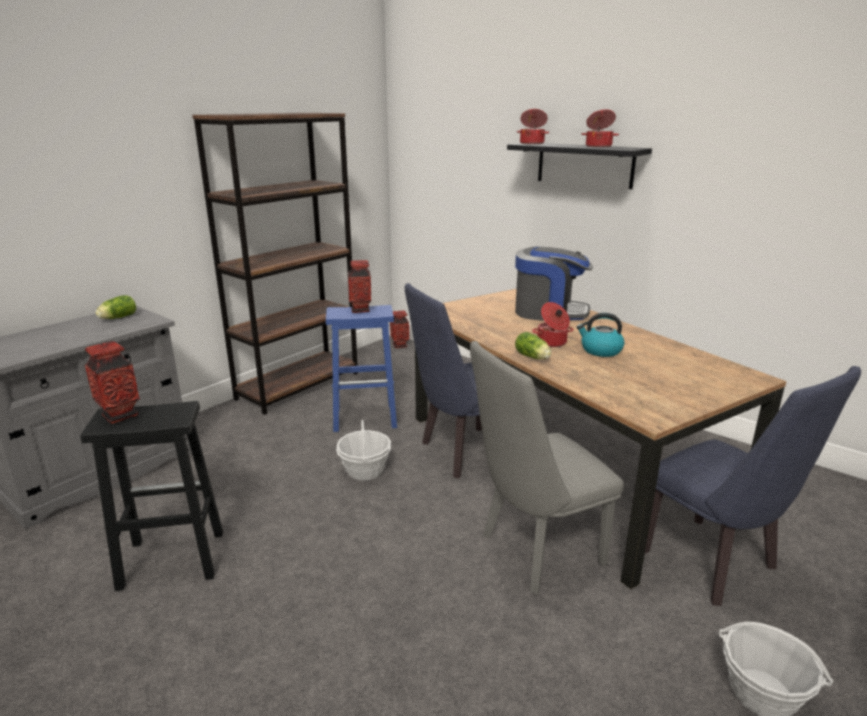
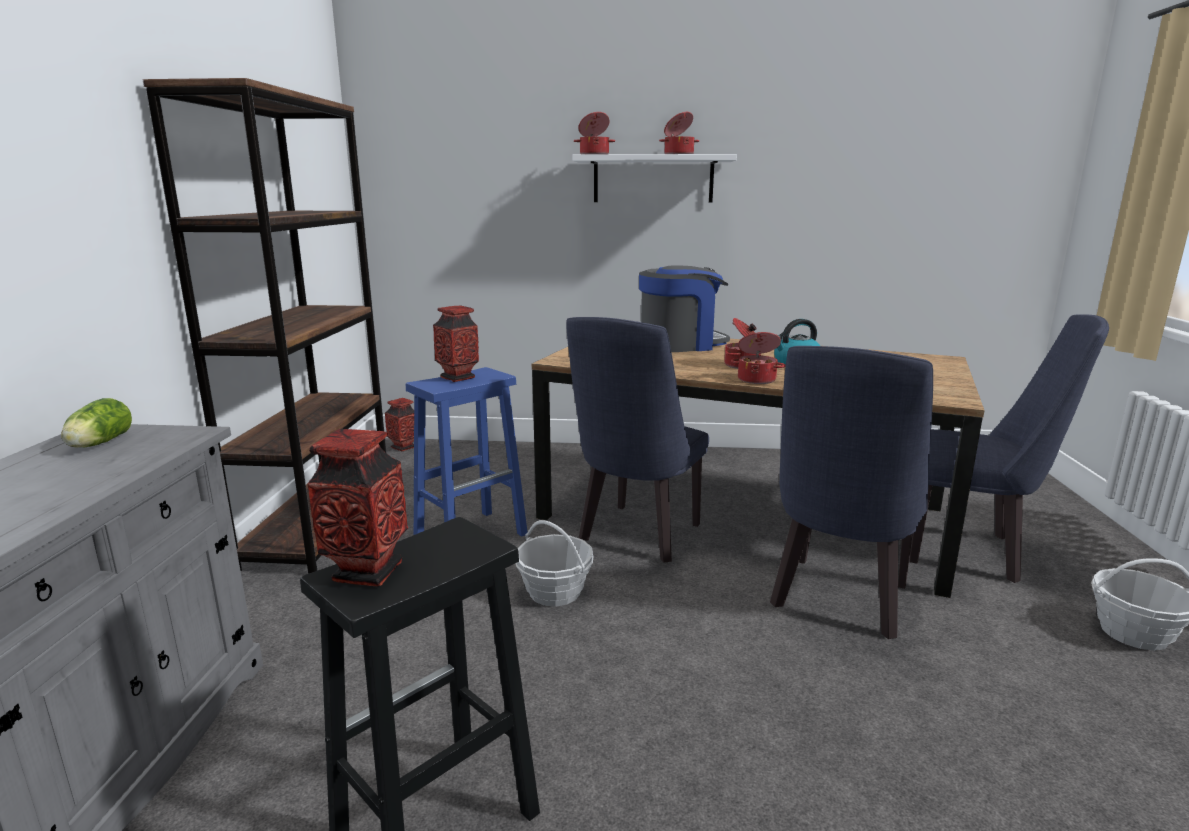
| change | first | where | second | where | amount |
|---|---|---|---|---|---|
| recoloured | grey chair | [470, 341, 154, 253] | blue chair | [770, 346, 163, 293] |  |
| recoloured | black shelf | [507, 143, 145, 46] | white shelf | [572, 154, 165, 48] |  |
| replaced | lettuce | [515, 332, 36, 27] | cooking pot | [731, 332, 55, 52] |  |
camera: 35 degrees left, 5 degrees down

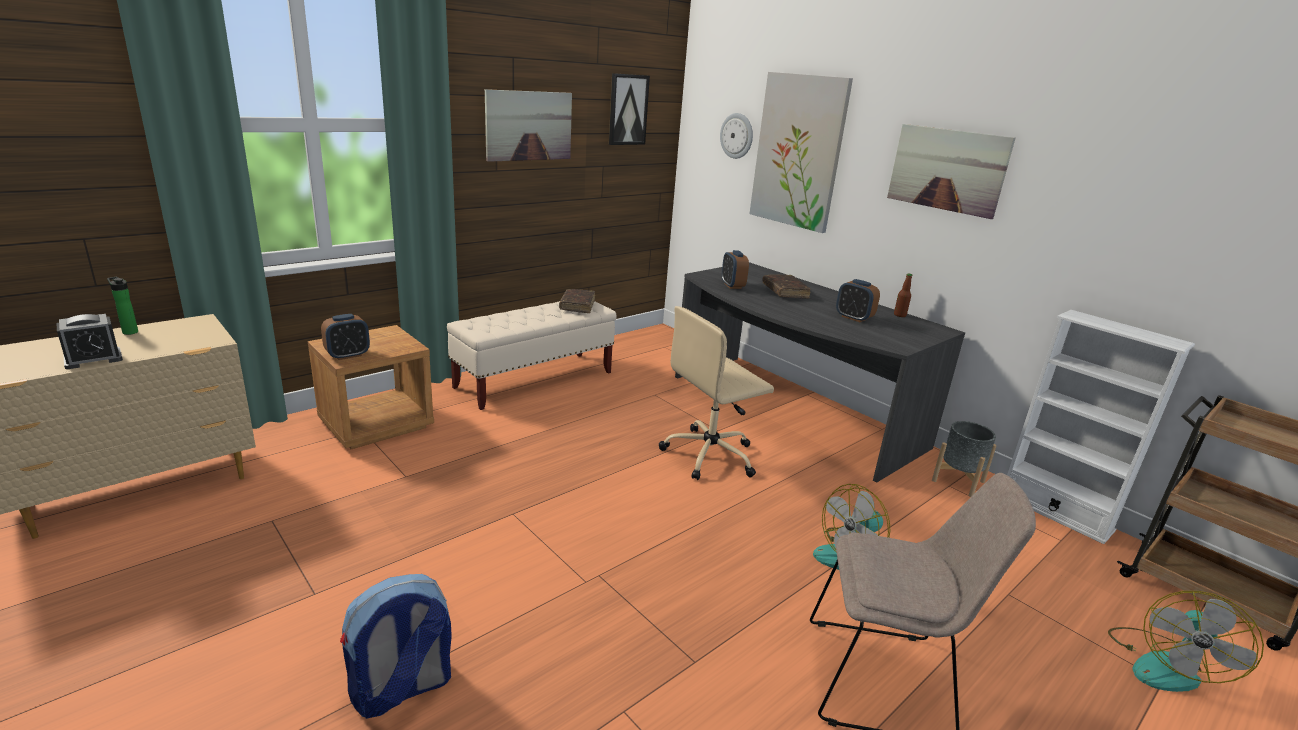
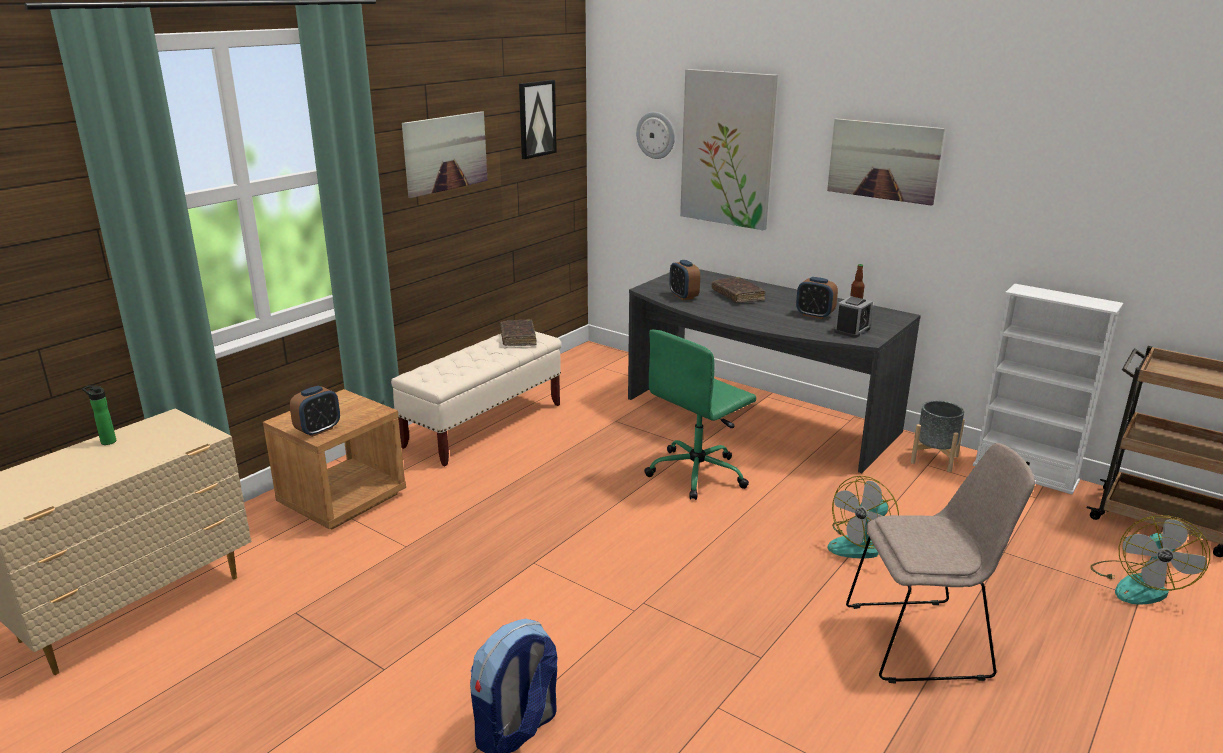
| change | first | where | second | where | amount |
|---|---|---|---|---|---|
| moved | alarm clock | [57, 314, 66, 55] |  | [834, 296, 39, 42] |  |
| recoloured | beige office chair | [659, 306, 115, 174] | green office chair | [644, 330, 112, 170] |  |
camera: 10 degrees left, 0 degrees up

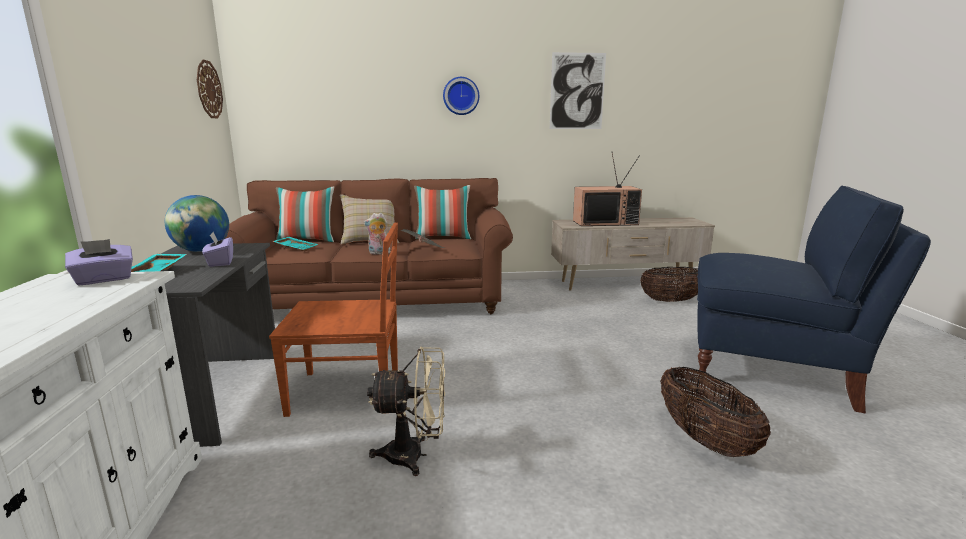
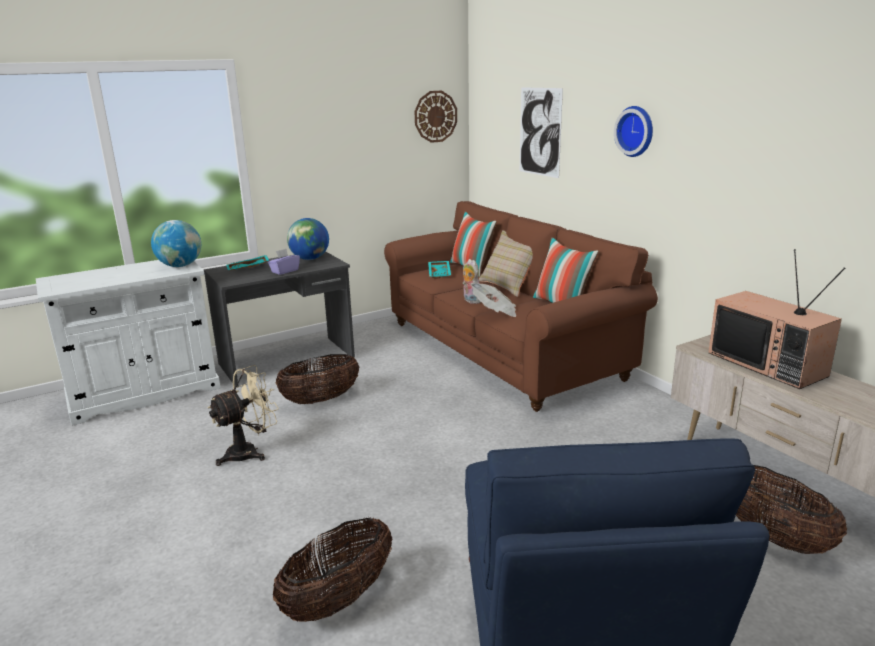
| change | first | where | second | where | amount |
|---|---|---|---|---|---|
| replaced | purple tissue box | [65, 239, 68, 47] | globe | [151, 220, 50, 47] |  |
| replaced | brown chair | [269, 223, 129, 194] | basket | [275, 354, 84, 50] |  |
| turned | beige fan | [367, 347, 78, 129] |  | [208, 365, 71, 101] | 105 degrees counterclockwise |
| moved | picture | [550, 52, 56, 77] |  | [520, 87, 43, 91] |  |
camera: 65 degrees right, 5 degrees up

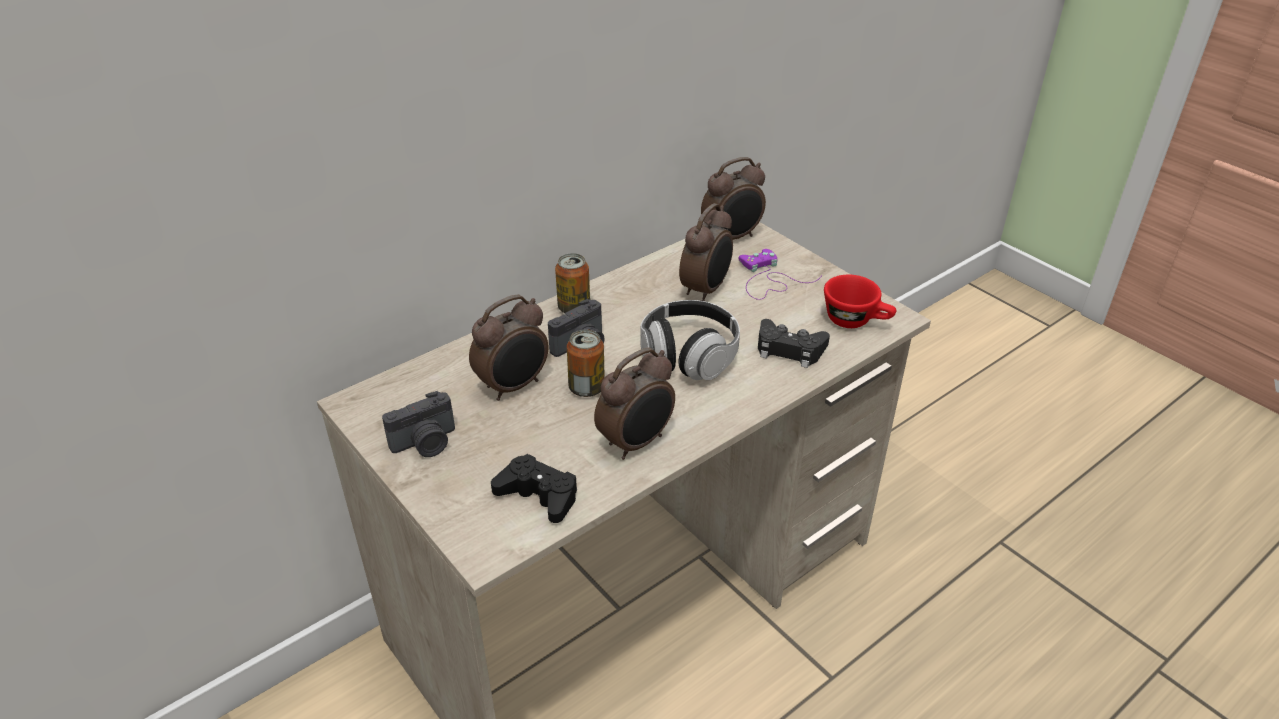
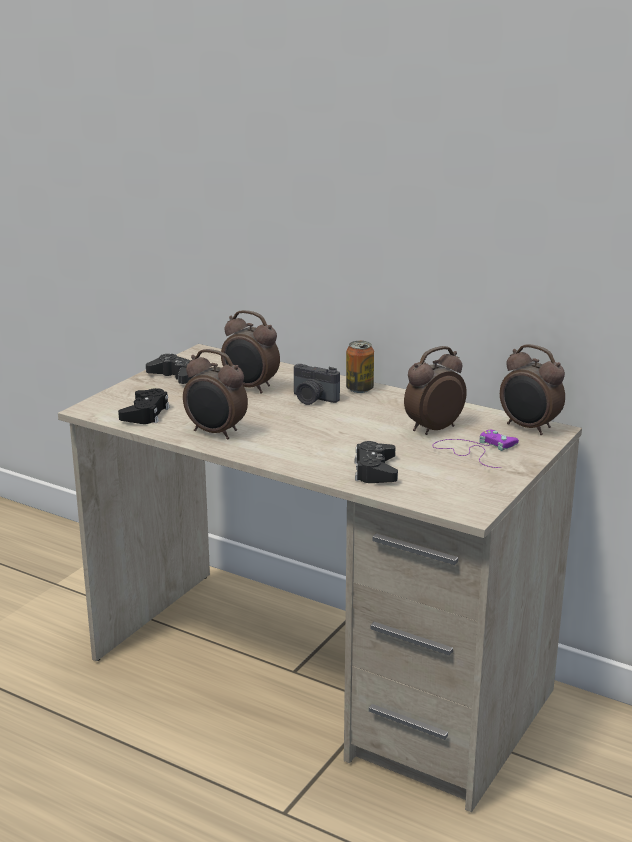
| change | first | where | second | where | amount |
|---|---|---|---|---|---|
| replaced | photo camera | [382, 391, 73, 66] | black game controller | [146, 354, 49, 30] |  |
| removed | can | [567, 330, 38, 67] |  |  |  |
| removed | headphones | [641, 300, 99, 80] |  |  |  |
| turned | alarm clock | [679, 203, 54, 98] |  | [404, 346, 63, 89] | 135 degrees clockwise |
| removed | red cup | [824, 275, 73, 53] |  |  |  |
camera: 70 degrees right, 15 degrees down

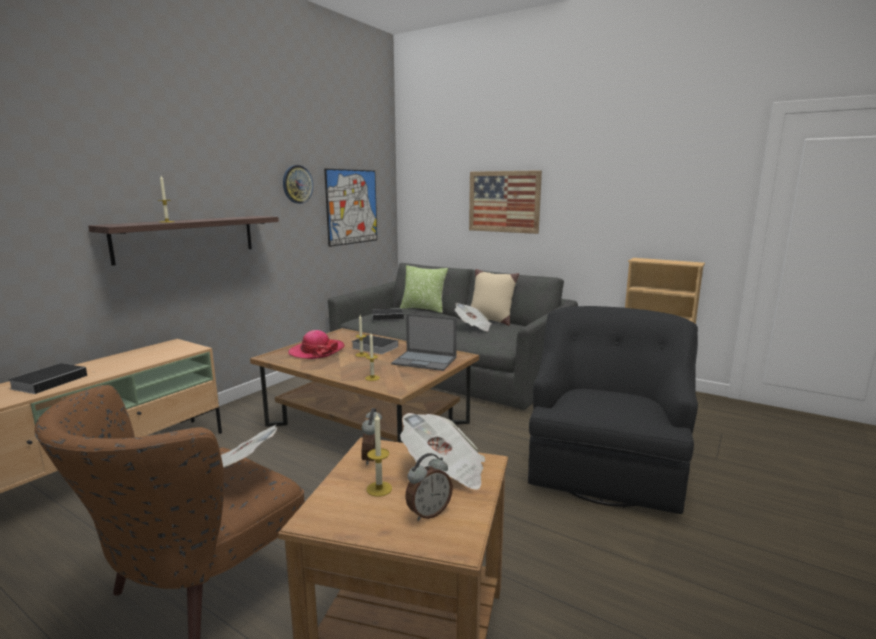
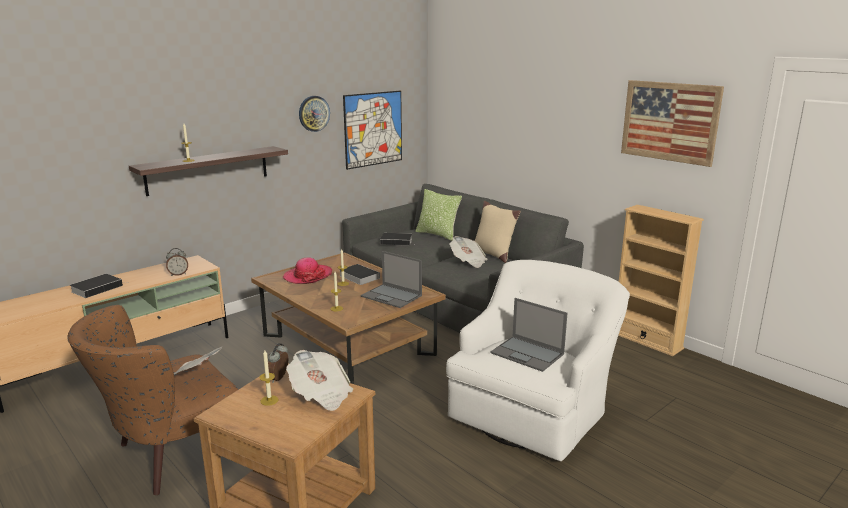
| change | first | where | second | where | amount |
|---|---|---|---|---|---|
| moved | alarm clock | [405, 453, 48, 68] |  | [166, 248, 22, 28] |  |
| moved | picture | [469, 170, 73, 64] |  | [621, 80, 103, 87] |  |
| recoloured | black armchair | [528, 306, 170, 208] | white armchair | [446, 260, 184, 201] |  |
| added |  |  | laptop | [490, 298, 78, 74] |  |
camera: 15 degrees right, 5 degrees up

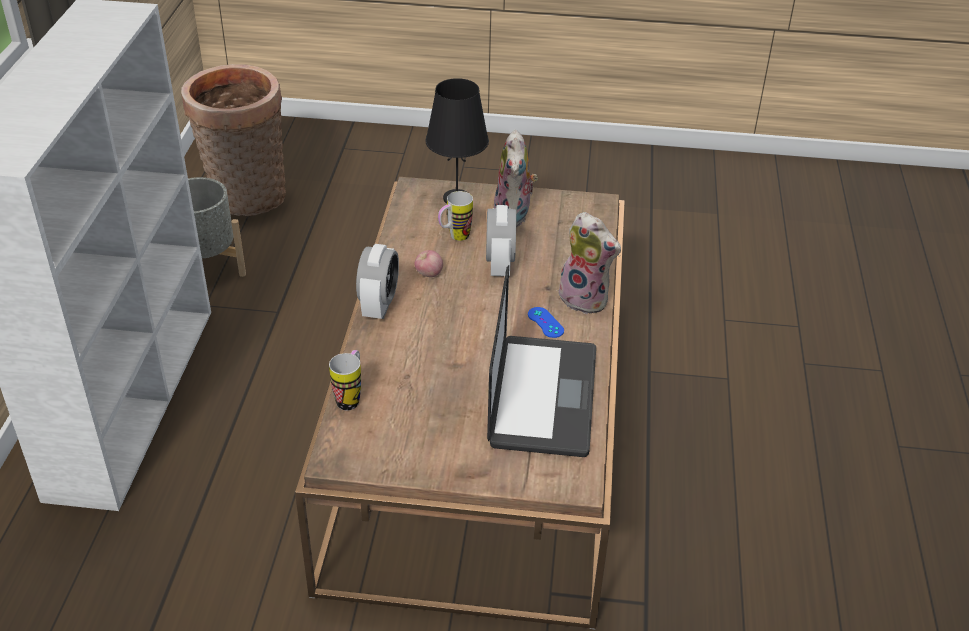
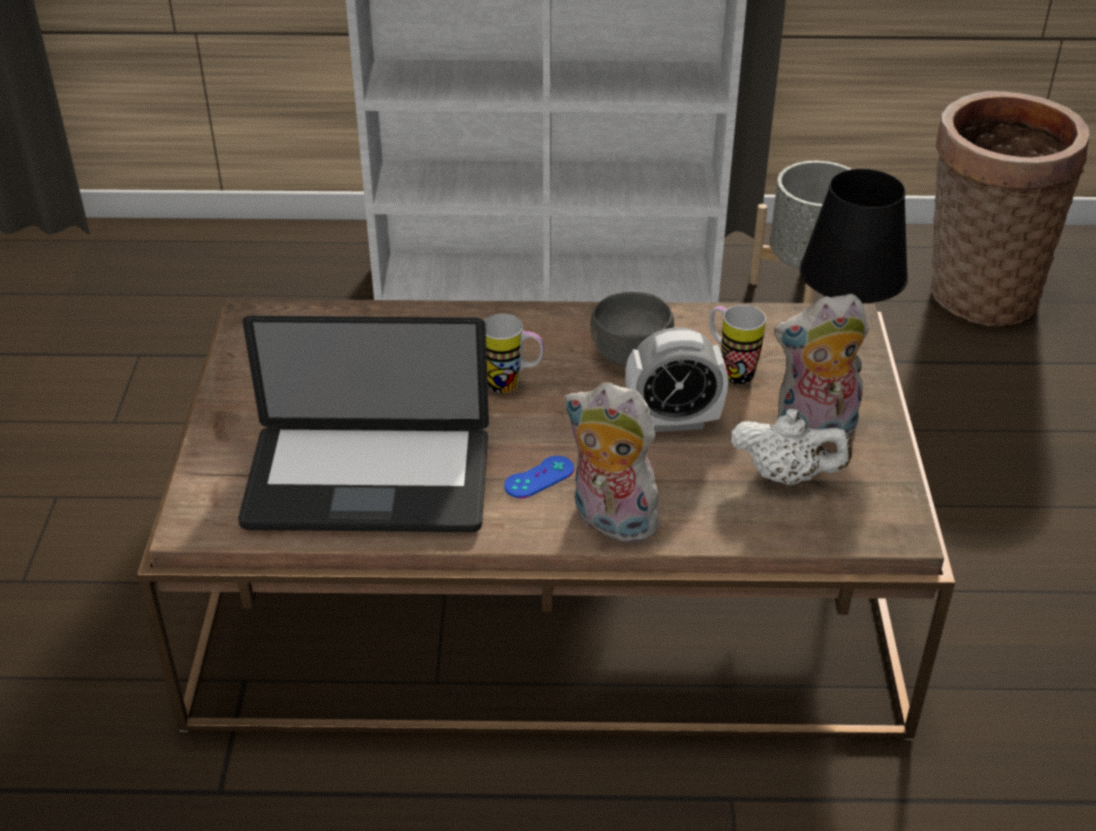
| change | first | where | second | where | amount |
|---|---|---|---|---|---|
| moved | mug | [329, 350, 32, 60] |  | [483, 314, 61, 80] |  |
| removed | alarm clock | [356, 244, 43, 75] |  |  |  |
| replaced | apple | [414, 250, 29, 27] | grey bowl | [590, 292, 84, 74] |  |
| turned | plush toy | [558, 212, 63, 103] |  | [564, 382, 105, 161] | 90 degrees clockwise |
| added |  |  | white teapot | [731, 409, 121, 76] |  |
camera: 85 degrees right, 0 degrees up

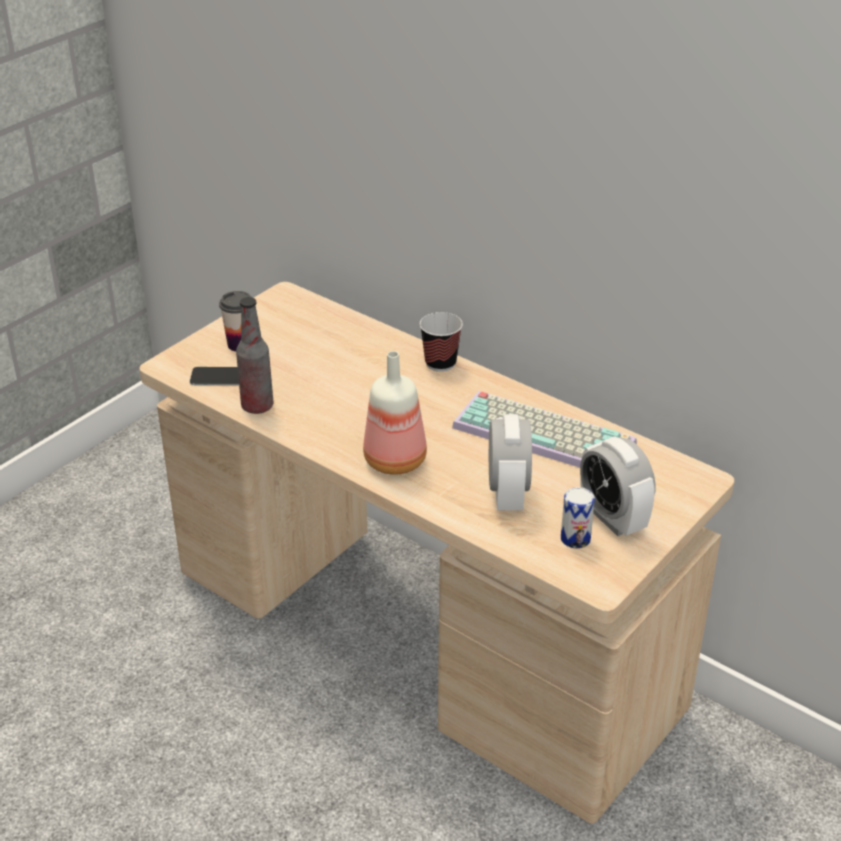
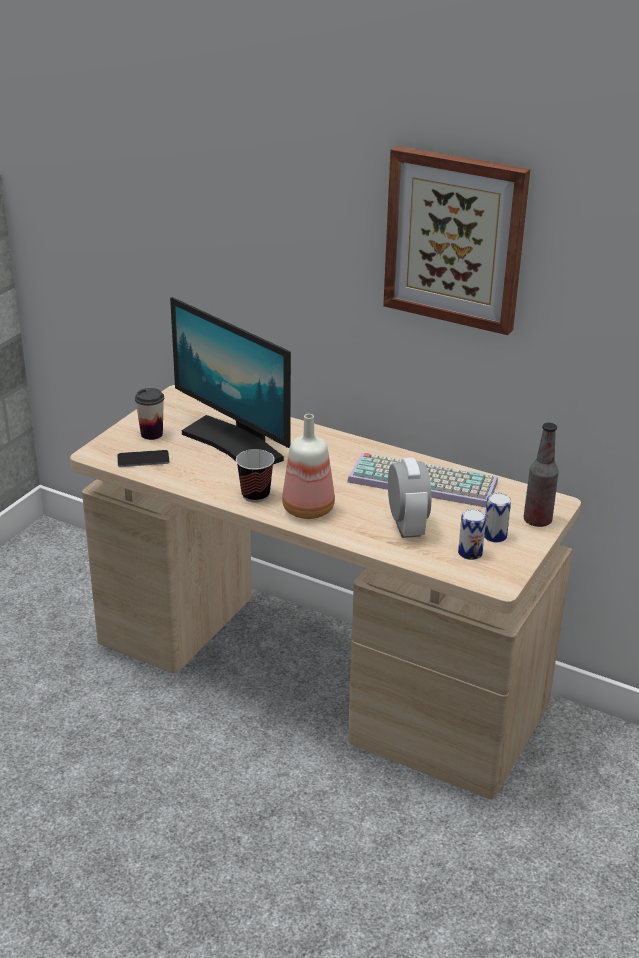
| change | first | where | second | where | amount |
|---|---|---|---|---|---|
| moved | bottle | [236, 297, 37, 117] |  | [524, 423, 35, 104] |  |
| moved | cup | [420, 312, 43, 60] |  | [236, 449, 39, 53] |  |
| replaced | alarm clock | [580, 436, 76, 100] | can | [484, 493, 27, 49] |  |
| added |  |  | monitor | [170, 297, 121, 167] |  |
| added |  |  | picture | [383, 146, 147, 189] |  |
camera: 10 degrees left, 5 degrees down

